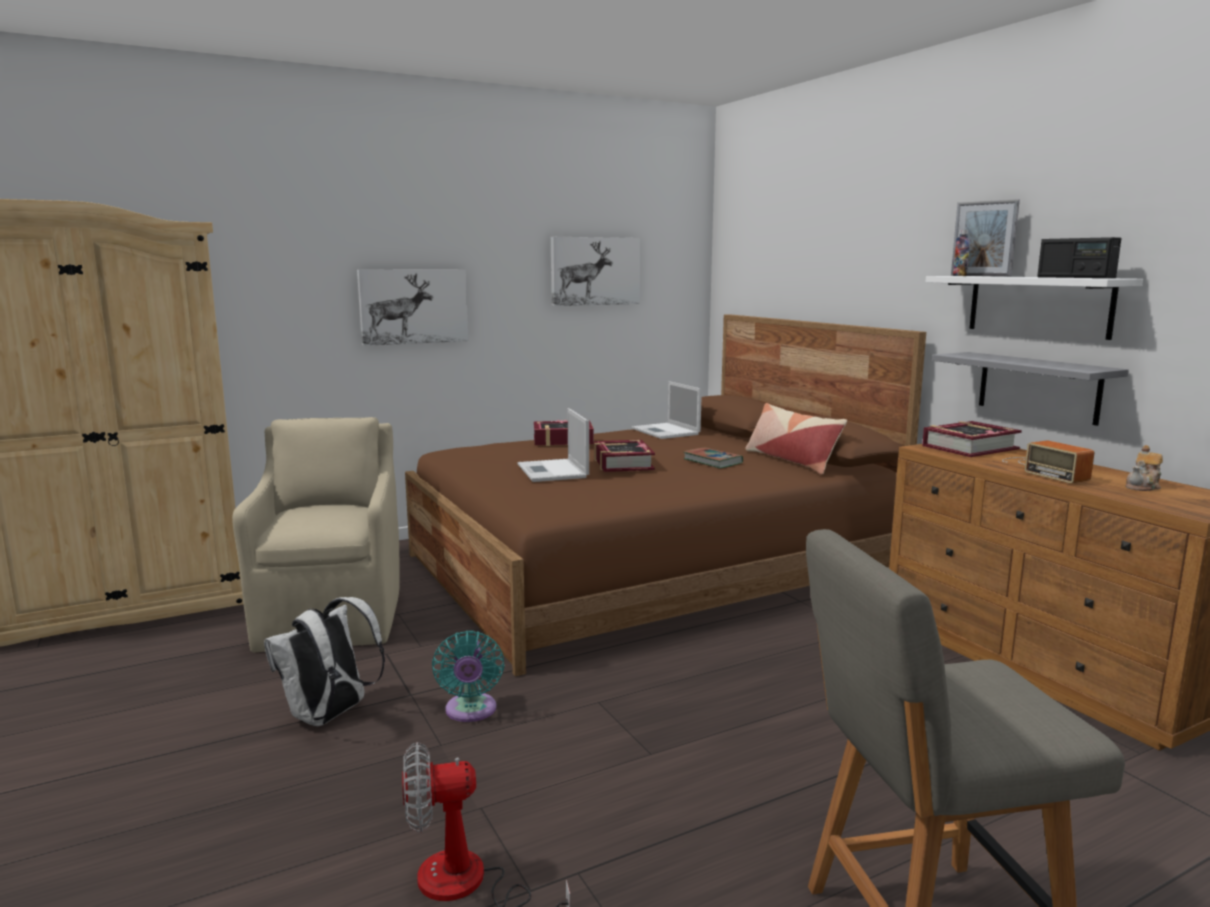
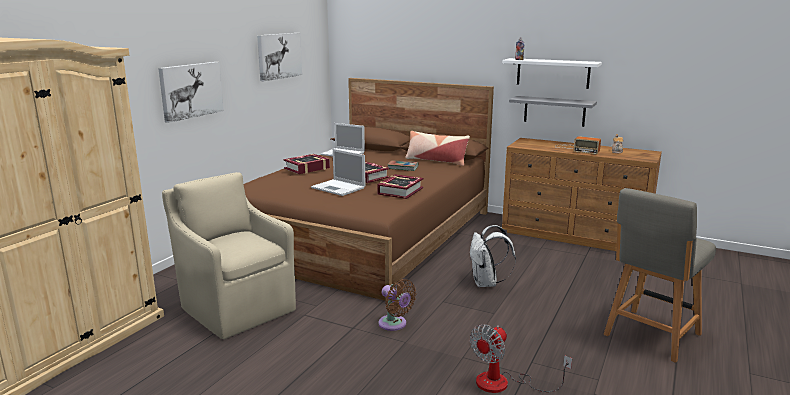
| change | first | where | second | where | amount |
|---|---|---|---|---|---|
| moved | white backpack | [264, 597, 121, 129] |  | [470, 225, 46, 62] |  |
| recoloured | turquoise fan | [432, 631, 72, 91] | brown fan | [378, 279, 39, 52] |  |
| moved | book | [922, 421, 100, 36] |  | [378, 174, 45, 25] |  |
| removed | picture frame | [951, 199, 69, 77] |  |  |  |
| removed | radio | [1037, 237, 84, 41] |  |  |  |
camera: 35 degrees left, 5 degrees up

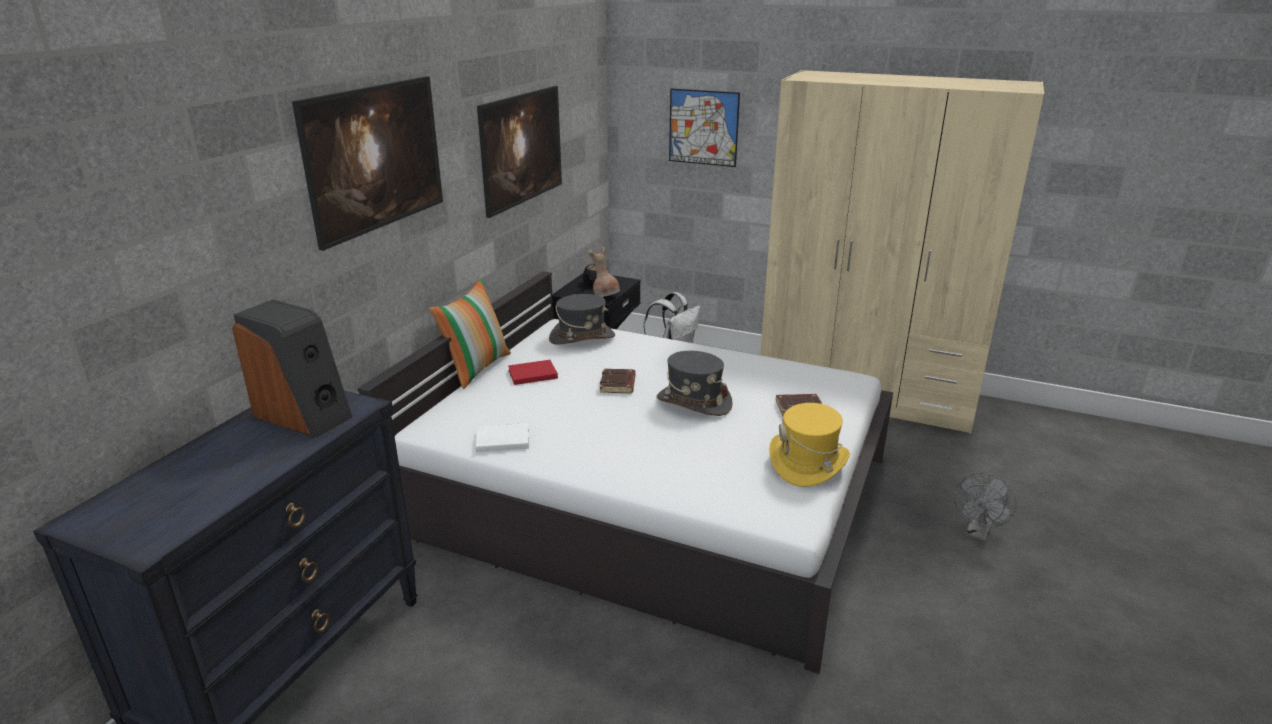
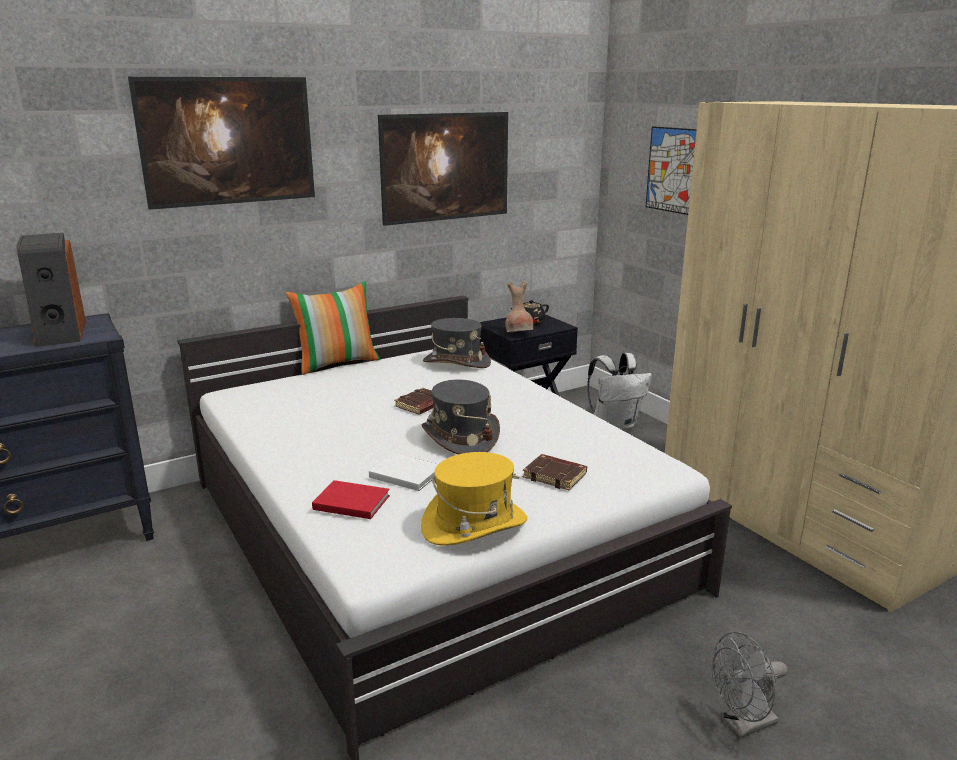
| change | first | where | second | where | amount |
|---|---|---|---|---|---|
| moved | white book | [476, 423, 52, 29] |  | [369, 453, 69, 38] |  |
| moved | red book | [508, 360, 50, 25] |  | [312, 480, 78, 39] |  |
camera: 35 degrees right, 5 degrees down

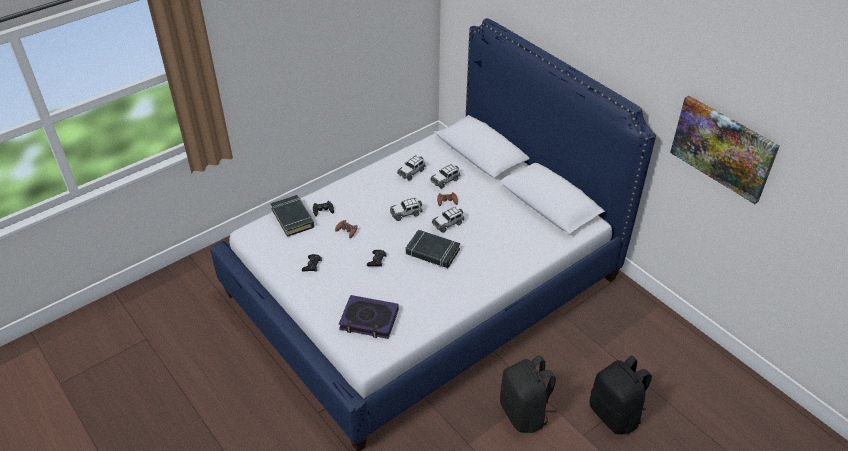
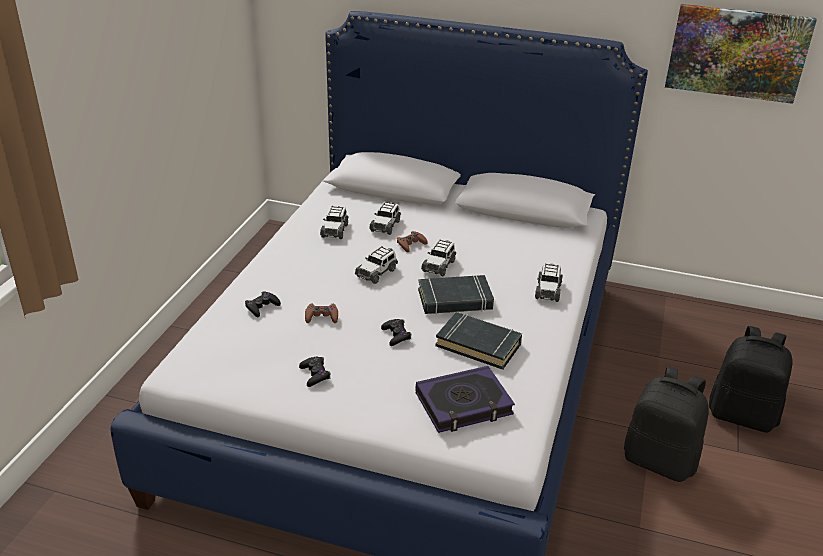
| change | first | where | second | where | amount |
|---|---|---|---|---|---|
| moved | black book | [271, 195, 43, 42] |  | [435, 312, 87, 58] |  |
| added |  |  | toy car | [535, 263, 28, 39] |  |
camera: 35 degrees left, 10 degrees down

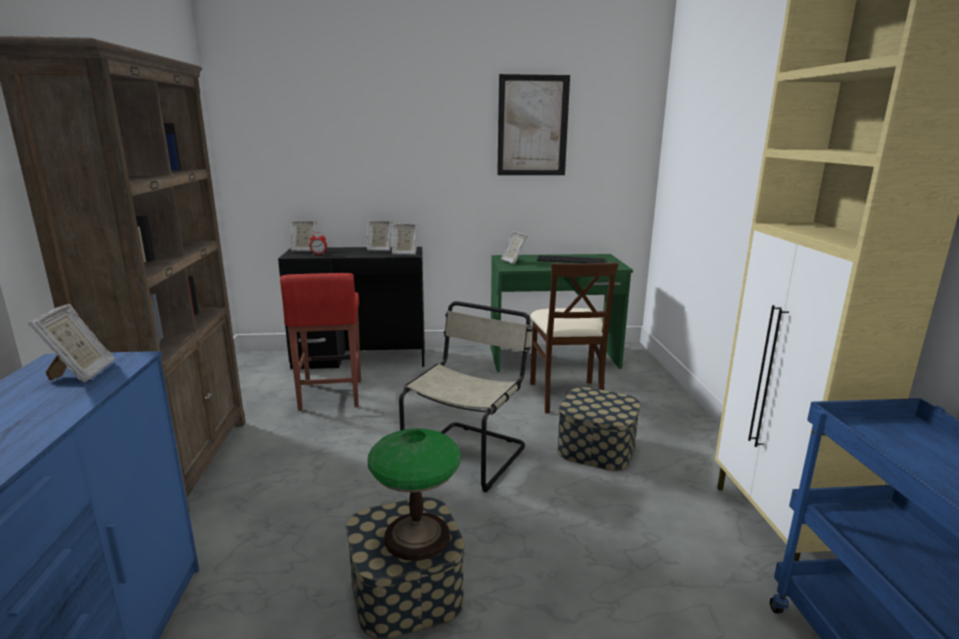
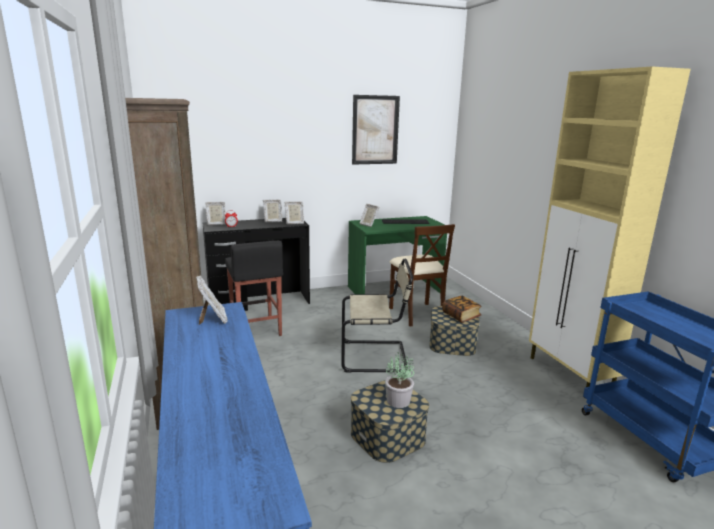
| change | first | where | second | where | amount |
|---|---|---|---|---|---|
| recoloured | red stool | [280, 273, 81, 138] | black stool | [225, 241, 58, 95] |  |
| replaced | table lamp | [368, 428, 93, 133] | potted plant | [385, 352, 29, 56] |  |
| turned | beige chair | [399, 301, 133, 191] |  | [341, 259, 73, 114] | 75 degrees clockwise |
| added |  |  | book | [442, 295, 40, 28] |  |
camera: 15 degrees left, 0 degrees up

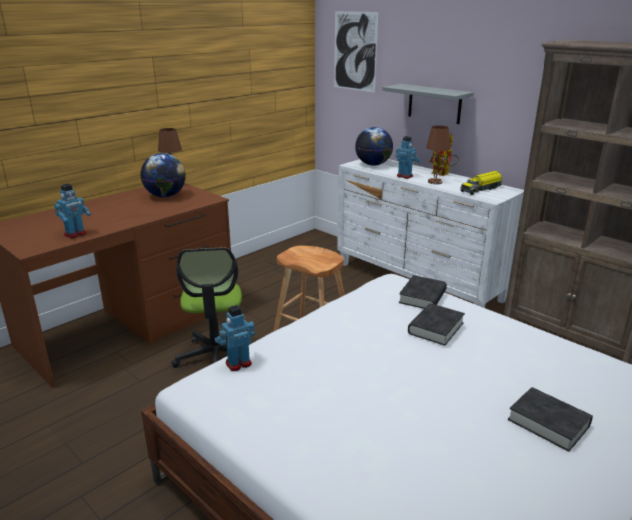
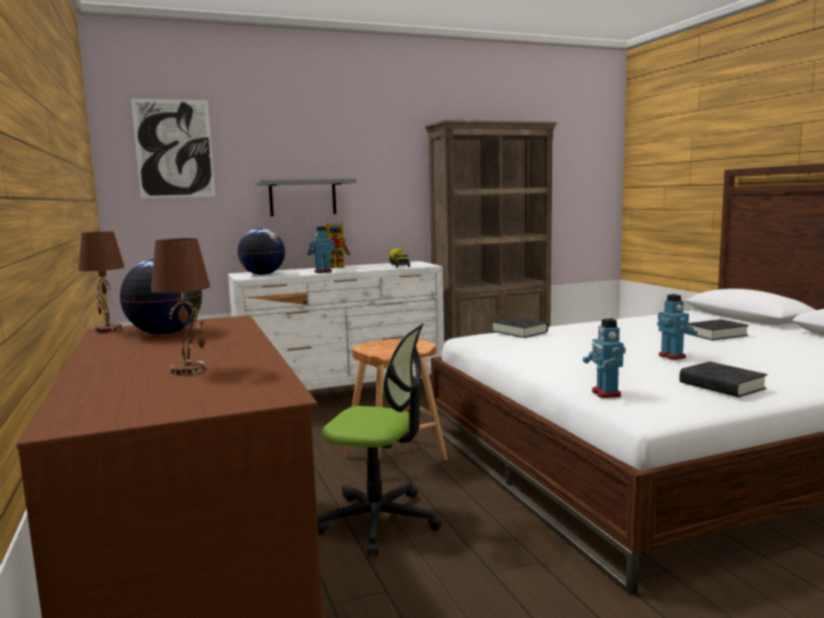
| change | first | where | second | where | amount |
|---|---|---|---|---|---|
| moved | toy robot | [54, 184, 37, 54] |  | [657, 294, 41, 66] |  |
| moved | black book | [408, 303, 57, 43] |  | [679, 361, 88, 36] |  |
| moved | brown table lamp | [426, 125, 24, 59] |  | [151, 238, 59, 137] |  |
camera: 65 degrees left, 15 degrees down

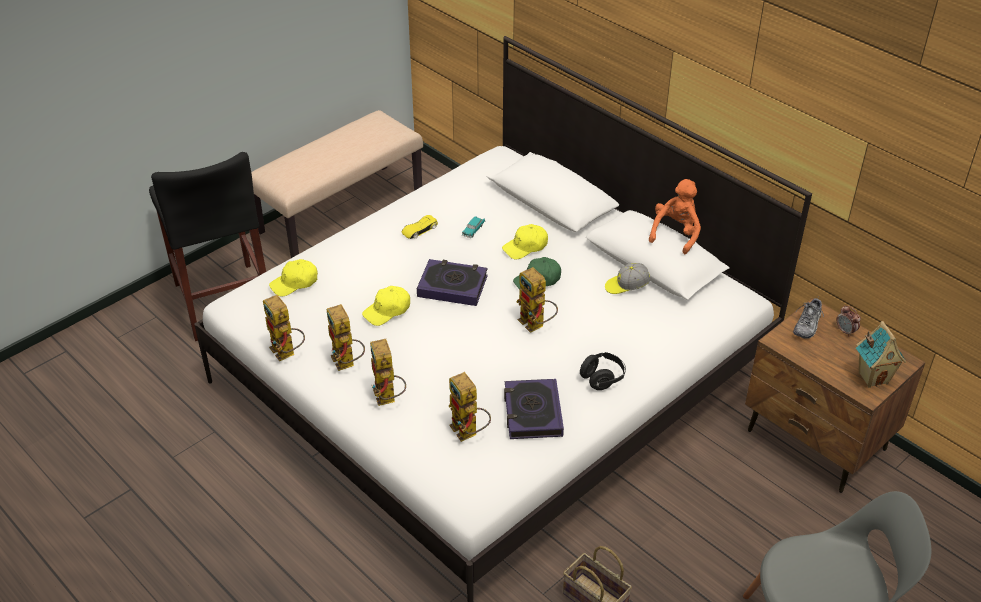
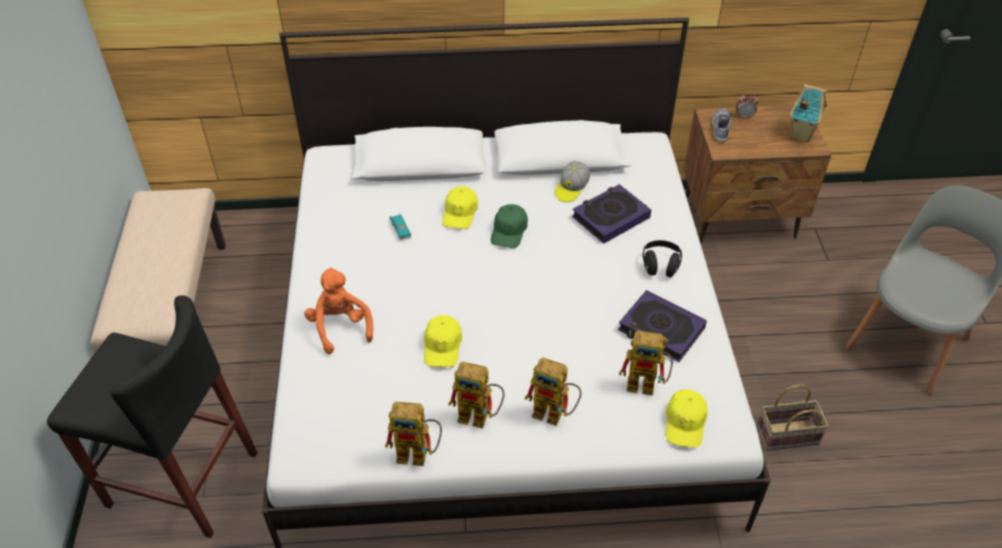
| change | first | where | second | where | amount |
|---|---|---|---|---|---|
| moved | yellow cap | [269, 259, 49, 38] |  | [666, 389, 42, 59] |  |
| removed | yellow toy car | [401, 215, 37, 24] |  |  |  |
| moved | book | [417, 259, 71, 47] |  | [572, 184, 79, 60] |  |
| removed | toy robot | [517, 267, 41, 66] |  |  |  |
| moved | orange plush toy | [649, 179, 52, 75] |  | [304, 267, 69, 87] |  |
| turned | shoe | [793, 298, 31, 41] |  | [711, 108, 25, 34] | 150 degrees counterclockwise |
camera: 50 degrees left, 5 degrees up

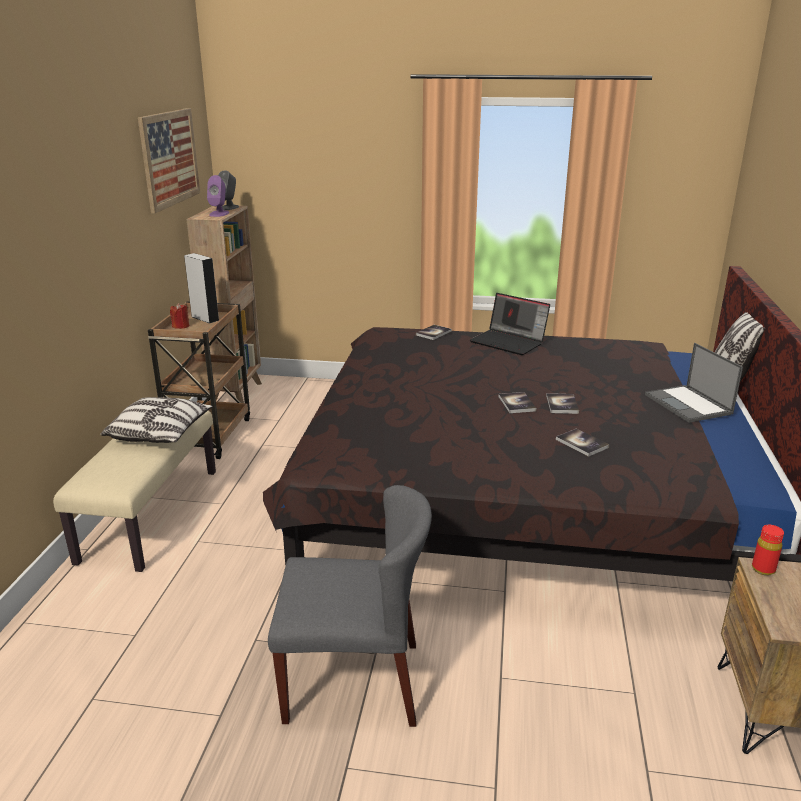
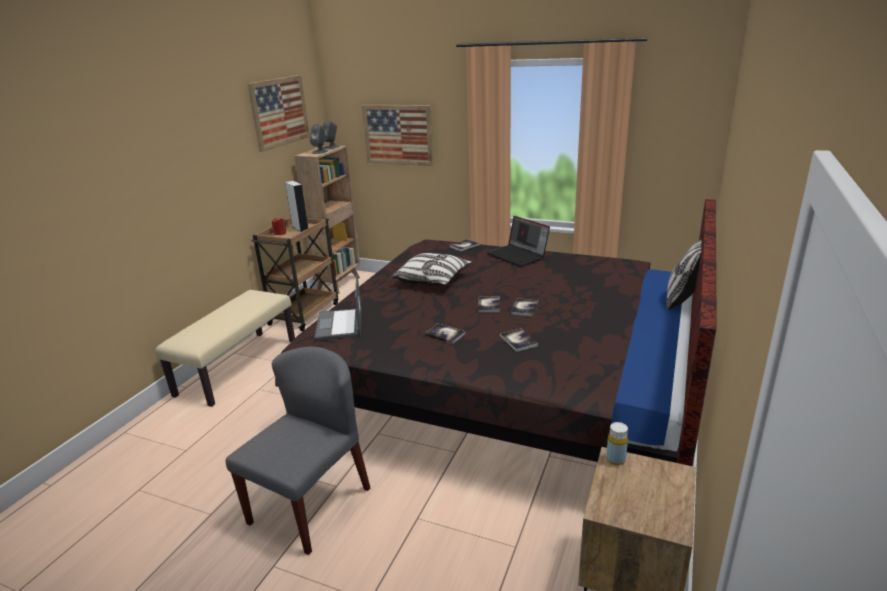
| change | first | where | second | where | amount |
|---|---|---|---|---|---|
| moved | pillow | [100, 397, 113, 46] |  | [392, 253, 80, 33] |  |
| recoloured | purple speaker | [207, 175, 22, 42] | grey speaker | [310, 124, 18, 30] |  |
| turned | grey chair | [268, 485, 164, 242] |  | [226, 347, 144, 208] | 75 degrees counterclockwise |
| moved | laptop | [645, 343, 98, 80] |  | [314, 274, 48, 66] |  |
| recoloured | red bottle | [752, 525, 32, 51] | yellow bottle | [606, 422, 22, 43] |  |
| added |  |  | picture | [362, 105, 72, 61] |  |
| added |  |  | book | [424, 324, 42, 20] |  |
camera: 15 degrees right, 0 degrees up

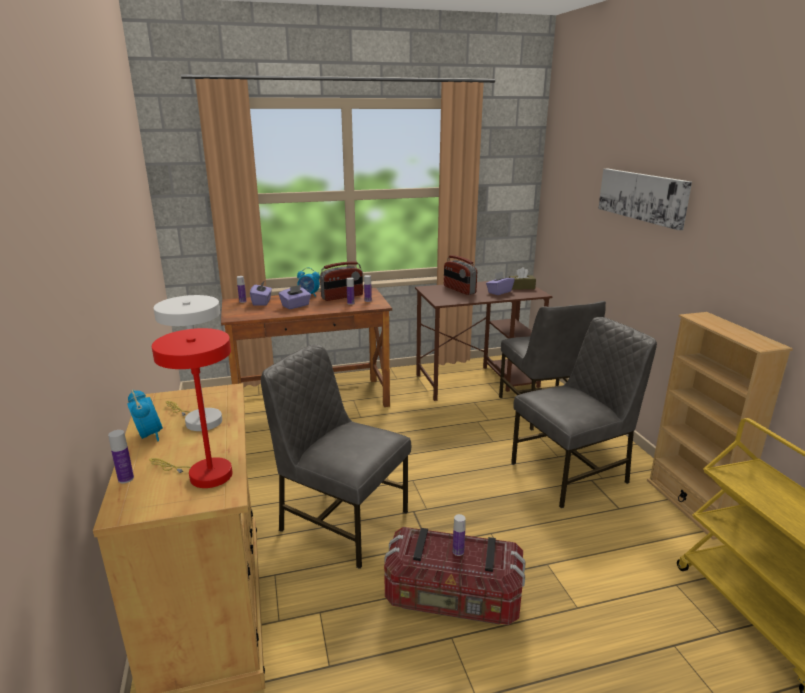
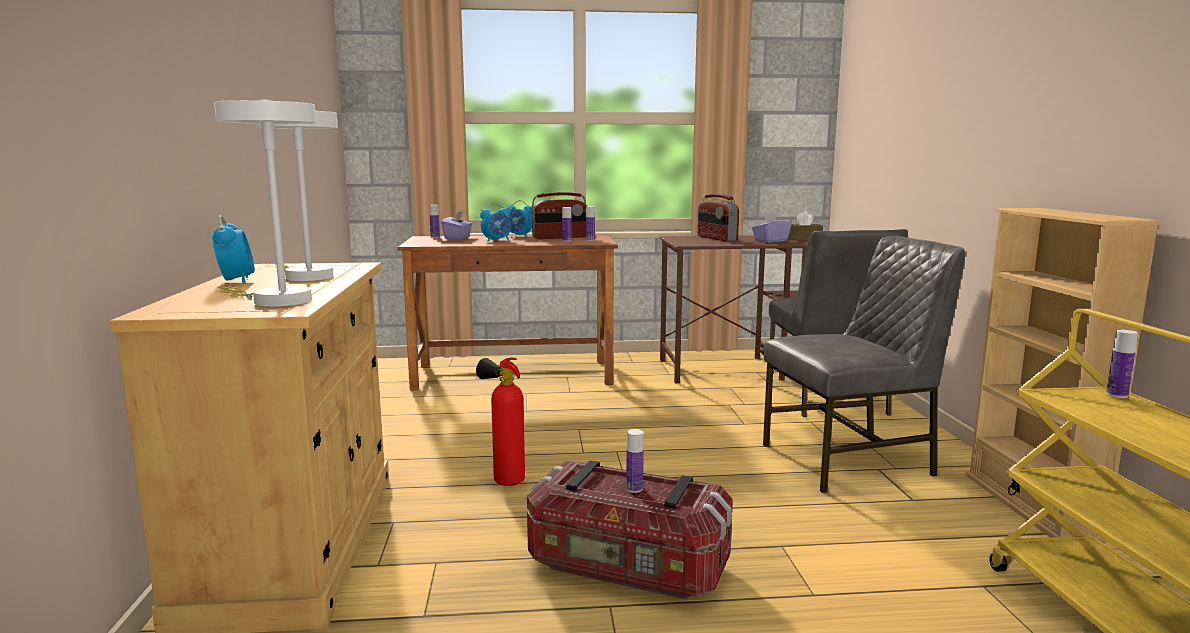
| change | first | where | second | where | amount |
|---|---|---|---|---|---|
| moved | bottle | [108, 430, 26, 53] |  | [1106, 329, 32, 69] |  |
| recoloured | red table lamp | [149, 328, 84, 160] | white table lamp | [214, 100, 102, 207] |  |
| replaced | grey chair | [261, 345, 150, 224] | fire extinguisher | [476, 357, 49, 129] |  |
| replaced | purple tissue box | [279, 285, 32, 24] | alarm clock | [480, 203, 31, 39] |  |
| removed | picture | [598, 169, 94, 61] |  |  |  |
camera: 10 degrees right, 10 degrees down

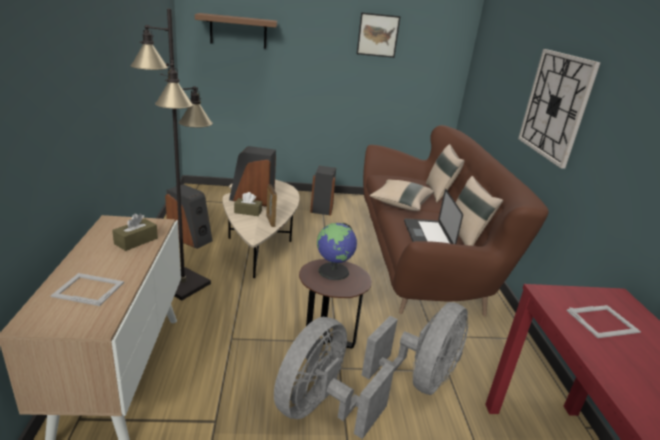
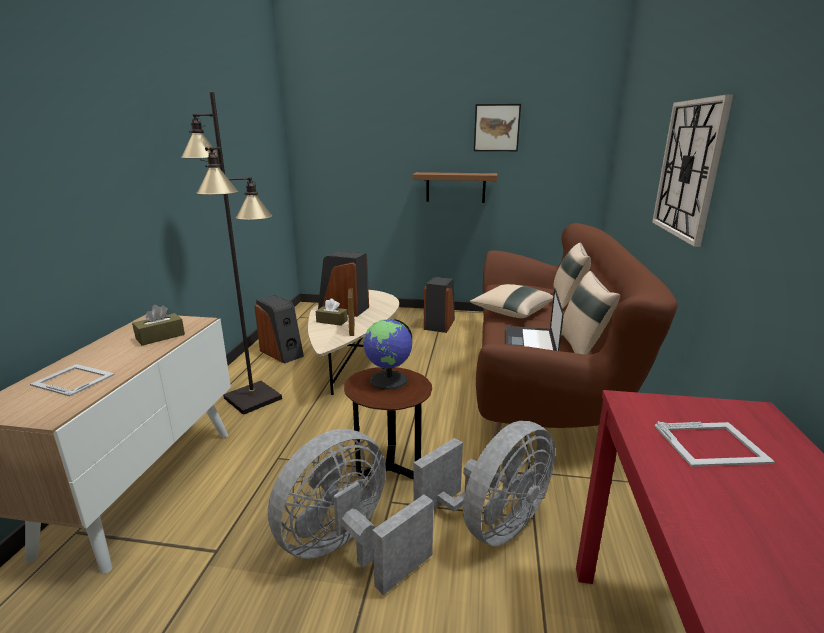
| change | first | where | second | where | amount |
|---|---|---|---|---|---|
| moved | brown shelf | [195, 13, 82, 35] |  | [413, 172, 84, 31] |  |
camera: 15 degrees right, 5 degrees down

